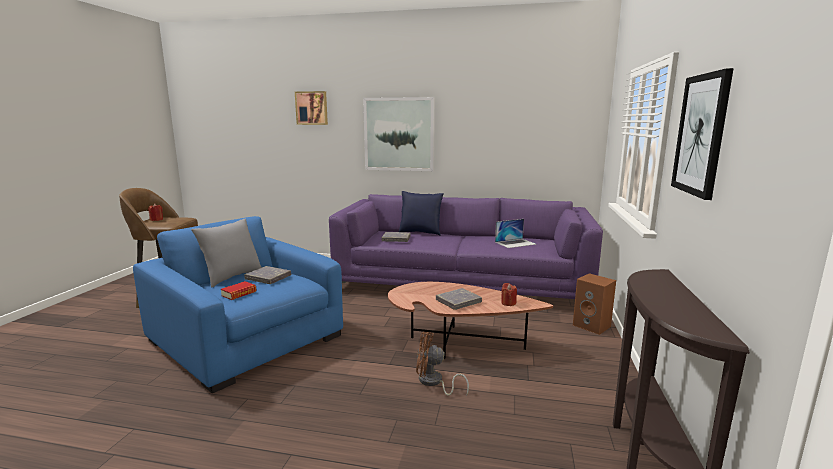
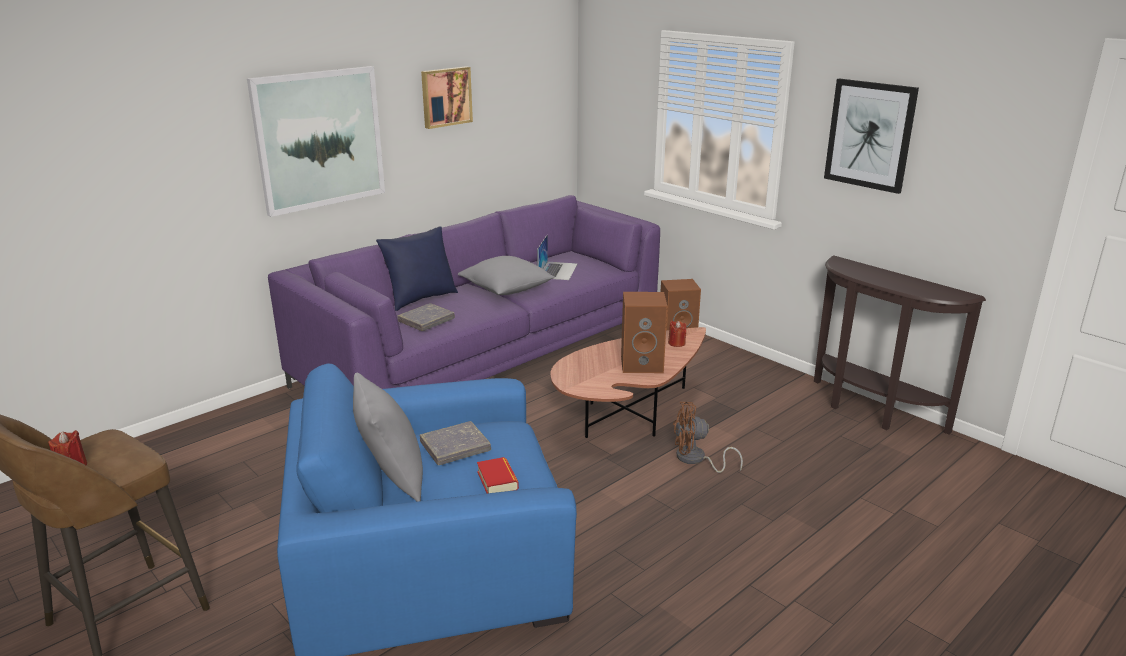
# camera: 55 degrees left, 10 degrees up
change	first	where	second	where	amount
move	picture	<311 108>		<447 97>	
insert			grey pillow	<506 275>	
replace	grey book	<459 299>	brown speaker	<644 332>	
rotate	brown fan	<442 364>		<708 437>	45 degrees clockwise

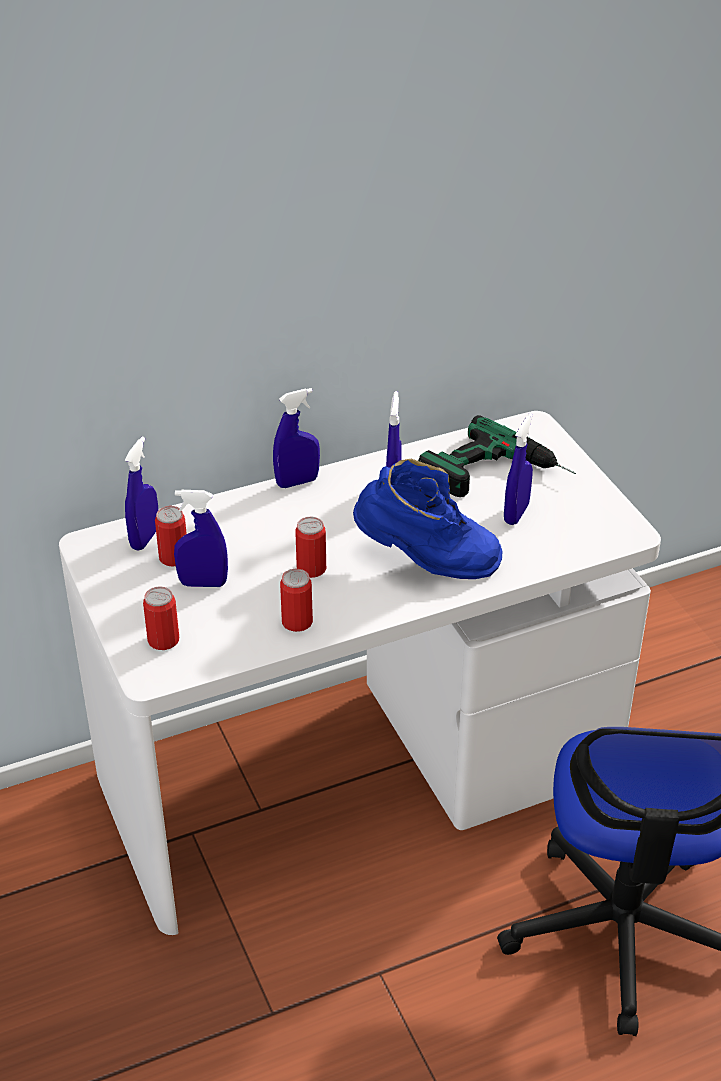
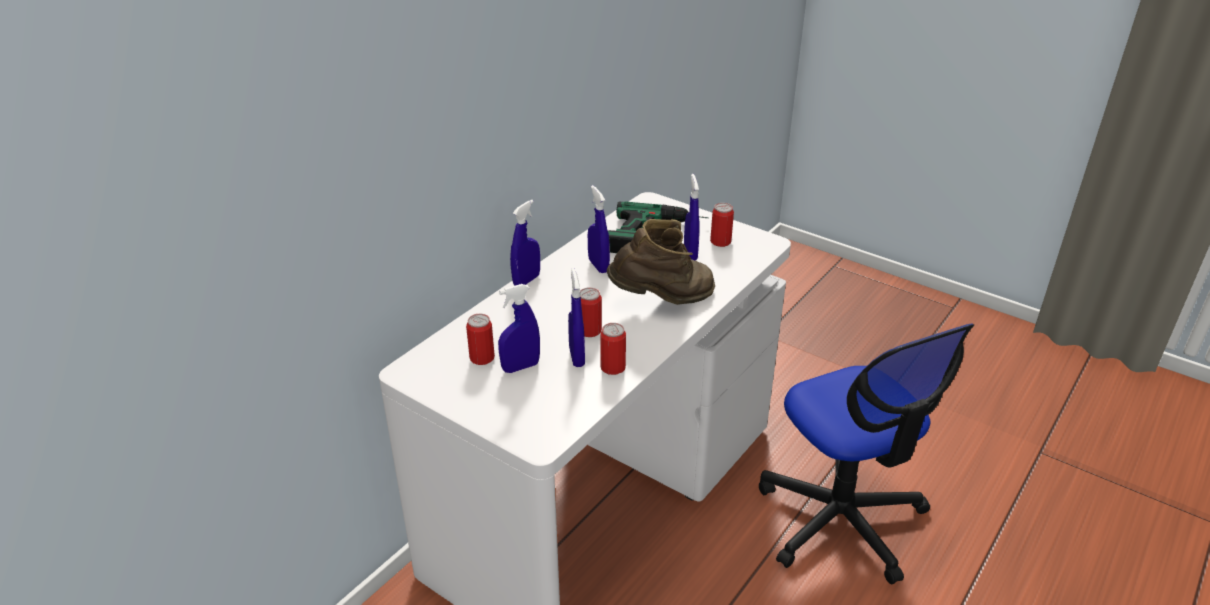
# camera: 30 degrees left, 5 degrees down
change	first	where	second	where	amount
move	blue spray bottle	<141 493>		<576 317>	
recolor	blue boot	<427 519>	brown boot	<661 262>	
move	can	<161 618>		<722 225>	

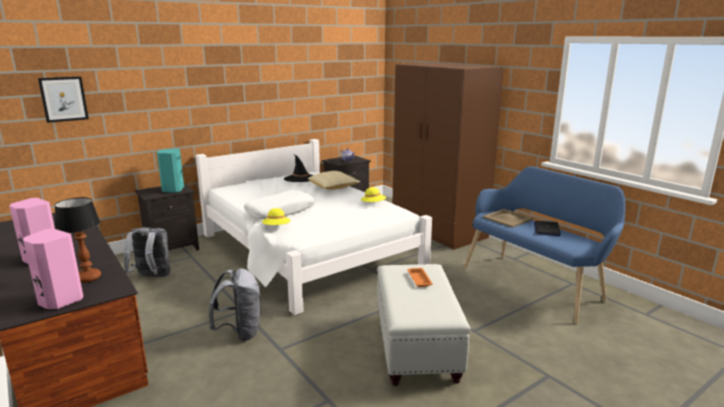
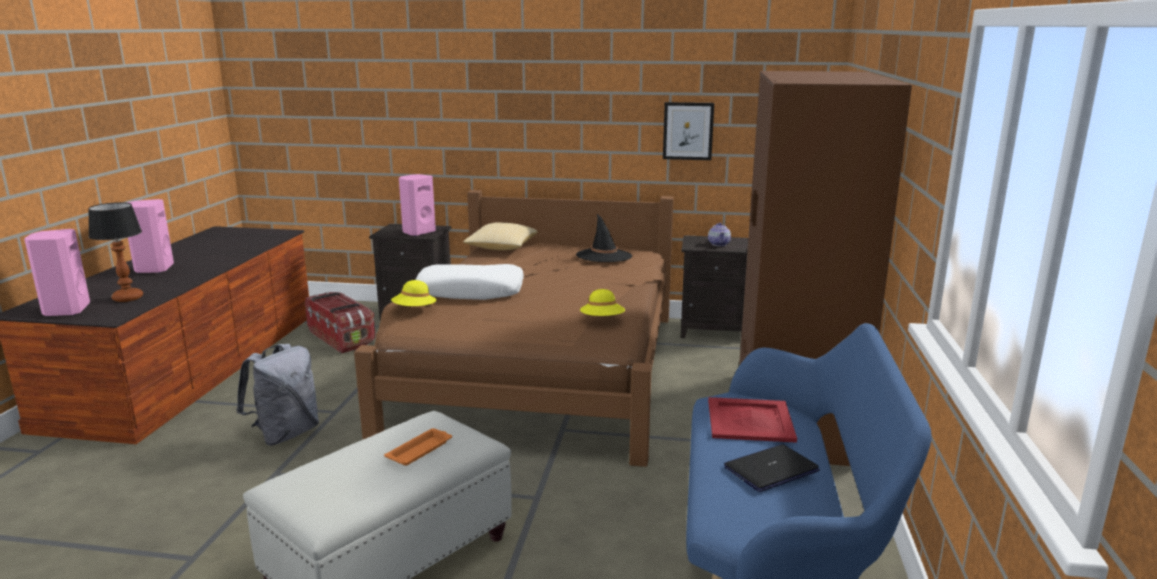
# camera: 45 degrees right, 0 degrees up
change	first	where	second	where	amount
replace	grey backpack	<147 252>	storage box	<340 322>	
recolor	white bed	<314 227>	brown bed	<514 328>	
recolor	turquoise speaker	<170 171>	pink speaker	<417 205>	
move	pillow	<334 180>		<500 236>	
move	picture	<63 99>		<688 131>	
recolor	beige tray	<508 218>	red tray	<752 420>	

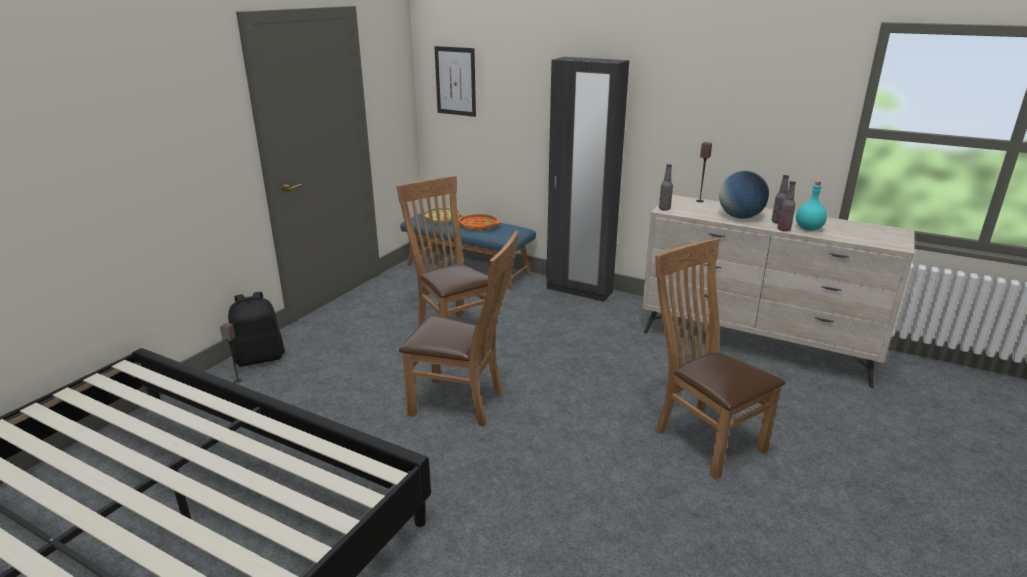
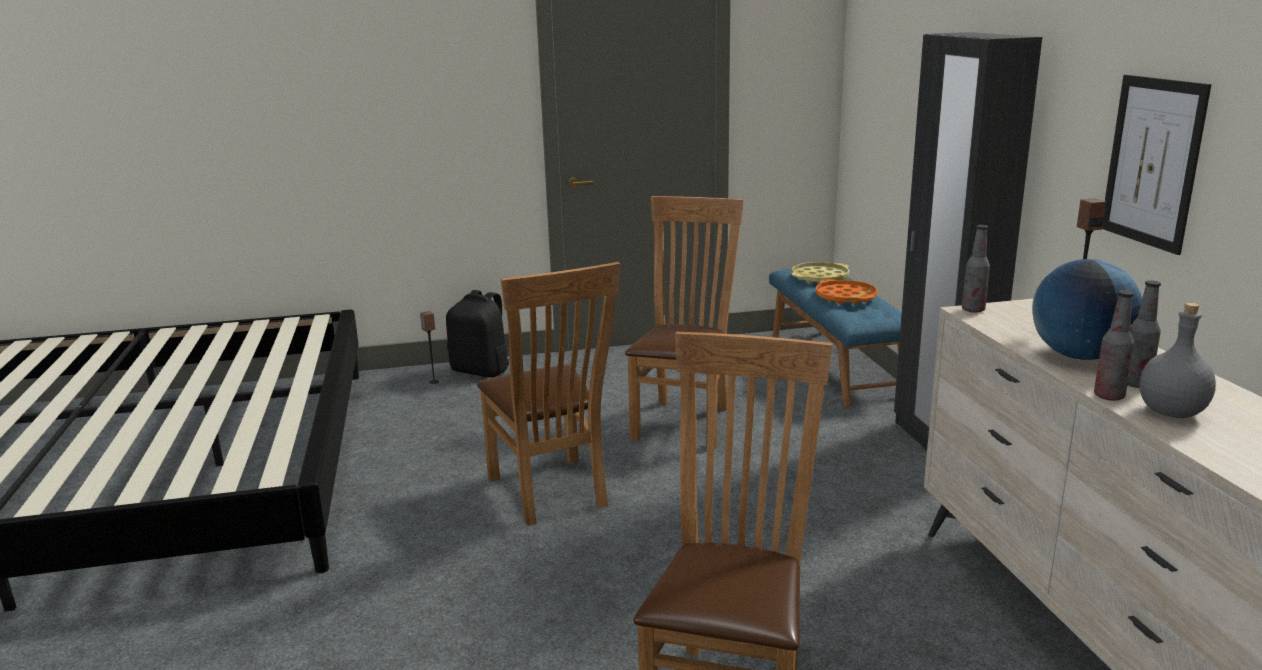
# camera: 50 degrees right, 5 degrees down
change	first	where	second	where	amount
move	picture	<455 81>		<1156 165>	
recolor	turquoise bottle	<811 206>	grey bottle	<1177 360>	

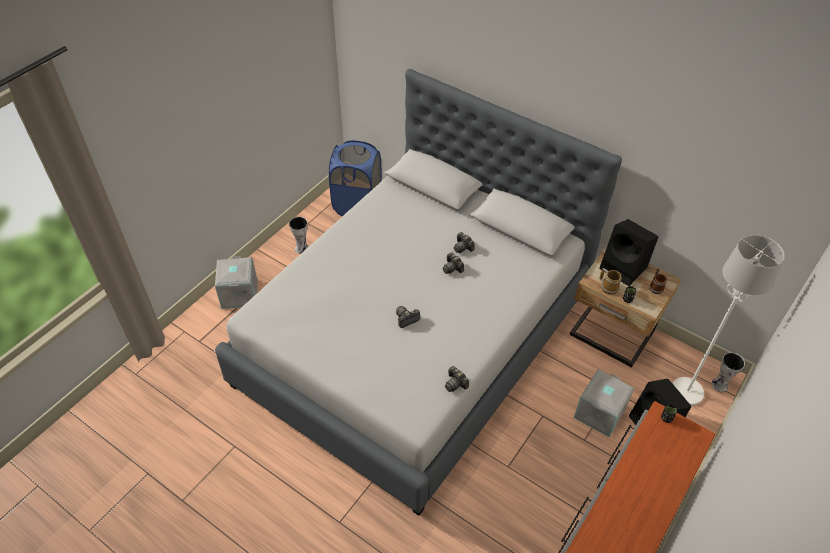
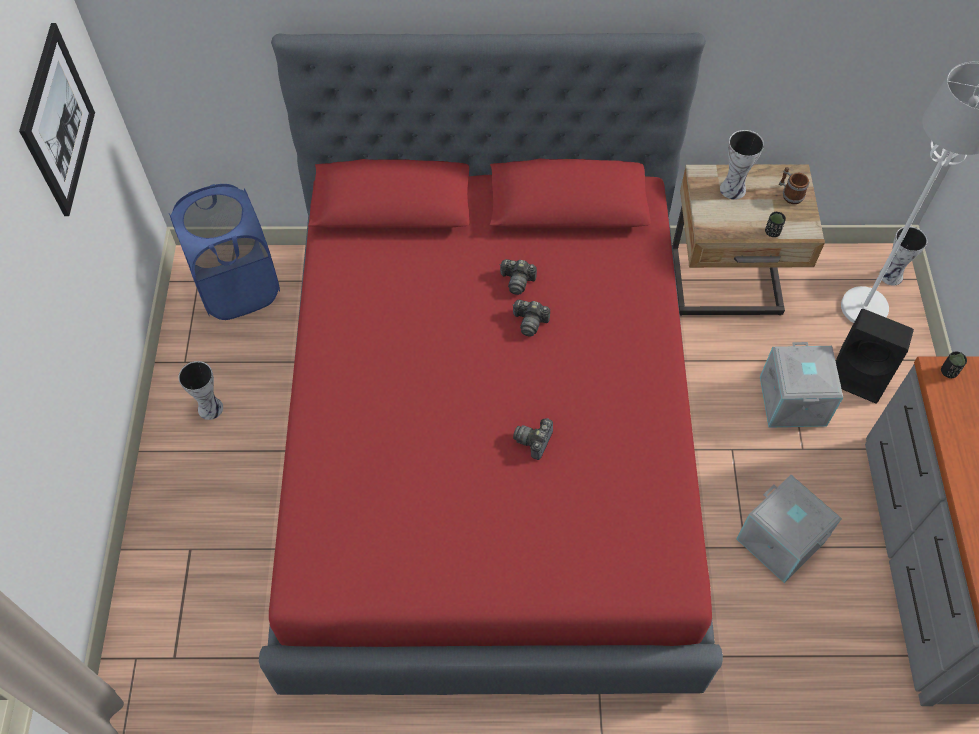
# camera: 35 degrees left, 10 degrees up
change	first	where	second	where	amount
insert			picture	<57 119>	
recolor	grey bed	<418 292>	red bed	<491 363>	
replace	black speaker	<628 252>	vase	<742 165>	
move	grey storage box	<236 282>		<789 529>	
delete	photo camera	<457 379>			
delete	mug	<611 281>			

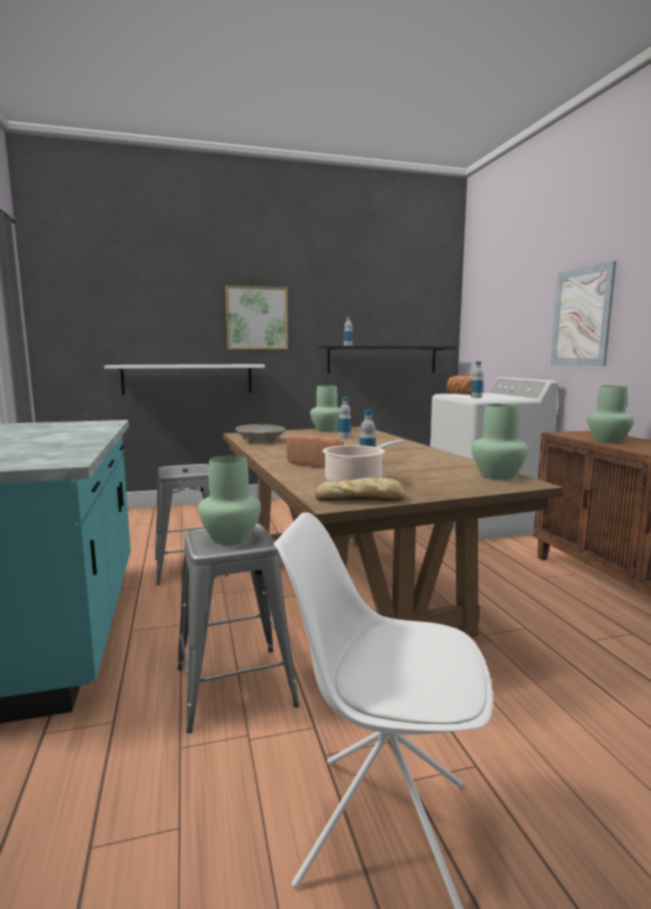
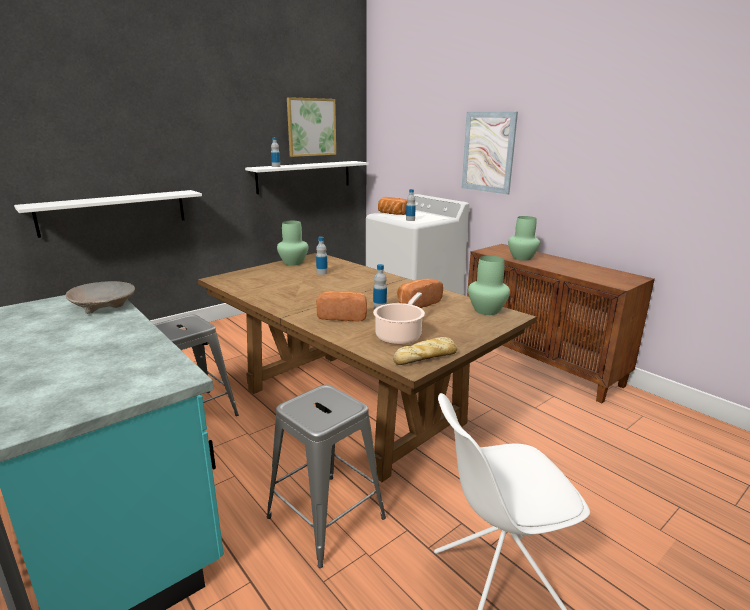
# camera: 25 degrees left, 10 degrees up
change	first	where	second	where	amount
move	beige bowl	<260 433>		<100 297>	
recolor	black shelf	<387 360>	white shelf	<306 177>	
move	picture	<256 317>		<311 127>	
insert			bread	<420 293>	
delete	green vase	<229 500>			

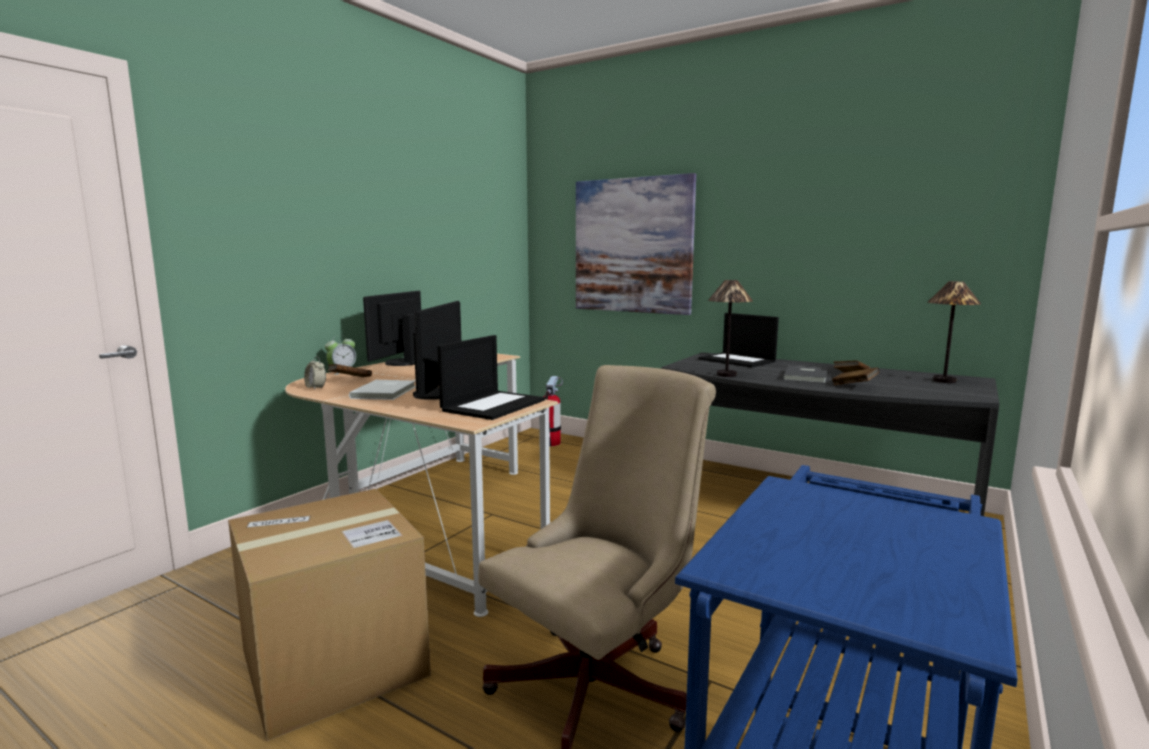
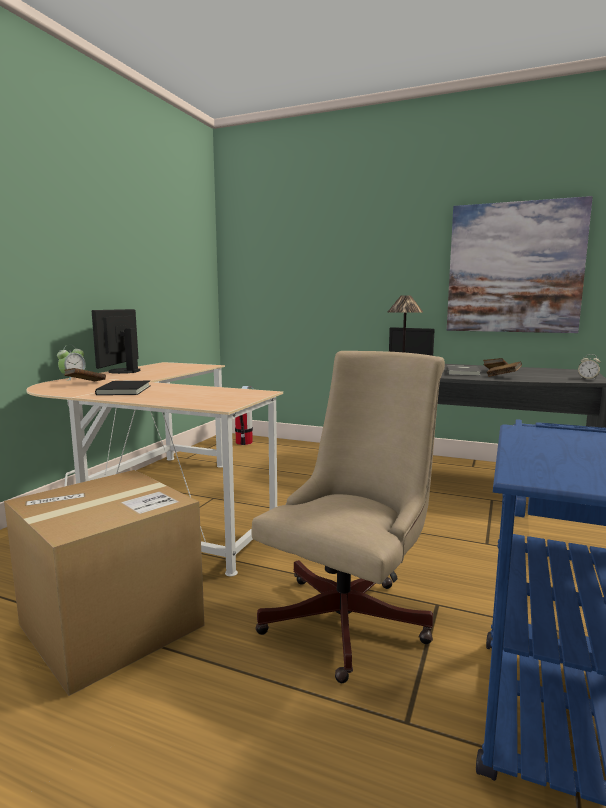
# camera: 10 degrees left, 0 degrees up
change	first	where	second	where	amount
recolor	white book	<382 390>	black book	<122 388>	
move	picture	<636 244>		<520 264>	
move	alarm clock	<315 372>		<589 366>	
delete	monitor	<437 350>			
delete	laptop	<491 377>			
delete	table lamp	<954 332>			

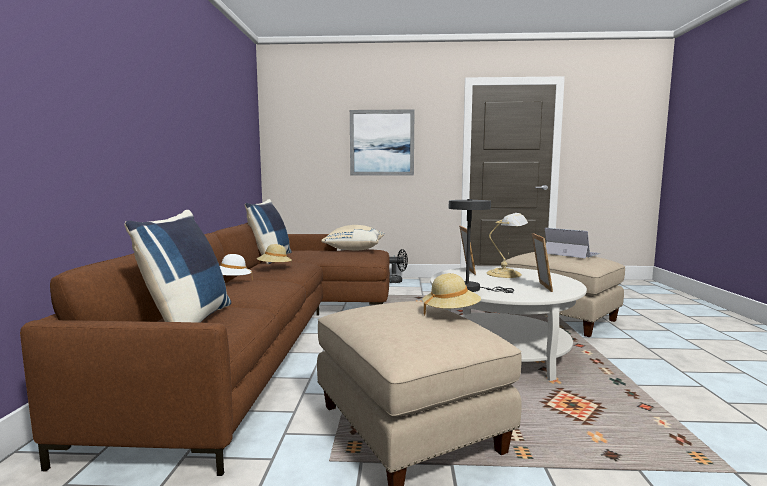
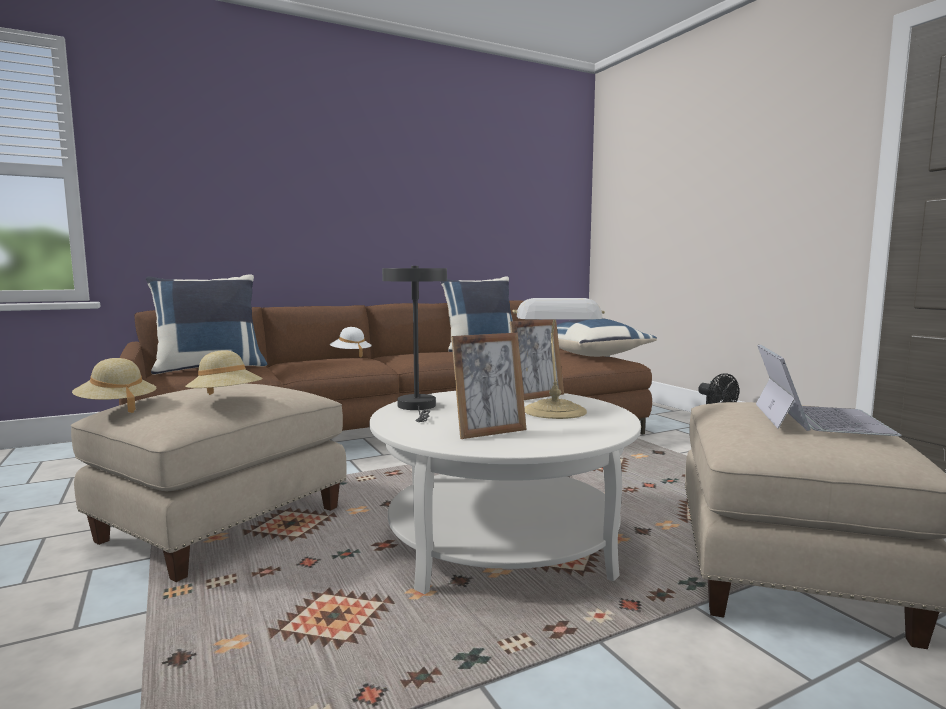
# camera: 60 degrees right, 0 degrees up
change	first	where	second	where	amount
move	beige hat	<274 253>		<114 385>	
recolor	beige pillow	<352 237>	blue pillow	<607 337>	
delete	picture	<382 142>			

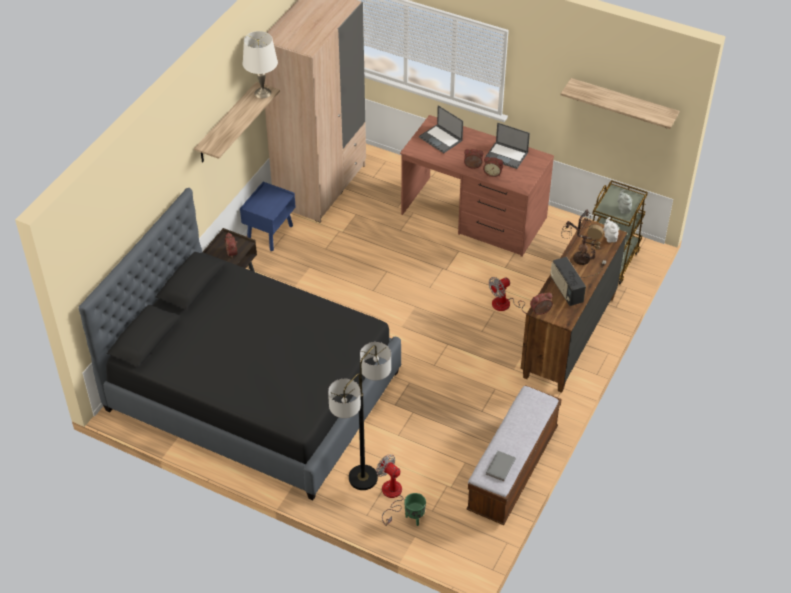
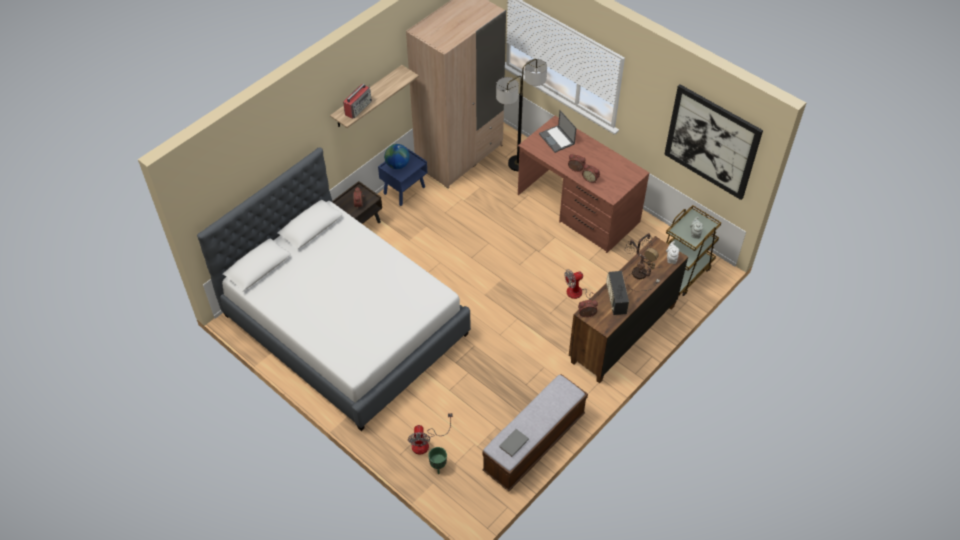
# camera: 15 degrees right, 5 degrees up
change	first	where	second	where	amount
recolor	black bed	<240 344>	white bed	<334 289>	
insert			radio	<357 101>	
insert			globe	<397 156>	
rotate	fan	<390 490>		<430 434>	150 degrees counterclockwise
move	floor lamp	<359 416>		<521 115>	
replace	shelf	<620 103>	picture	<713 142>	
delete	white table lamp	<260 64>			
delete	laptop	<507 146>			

